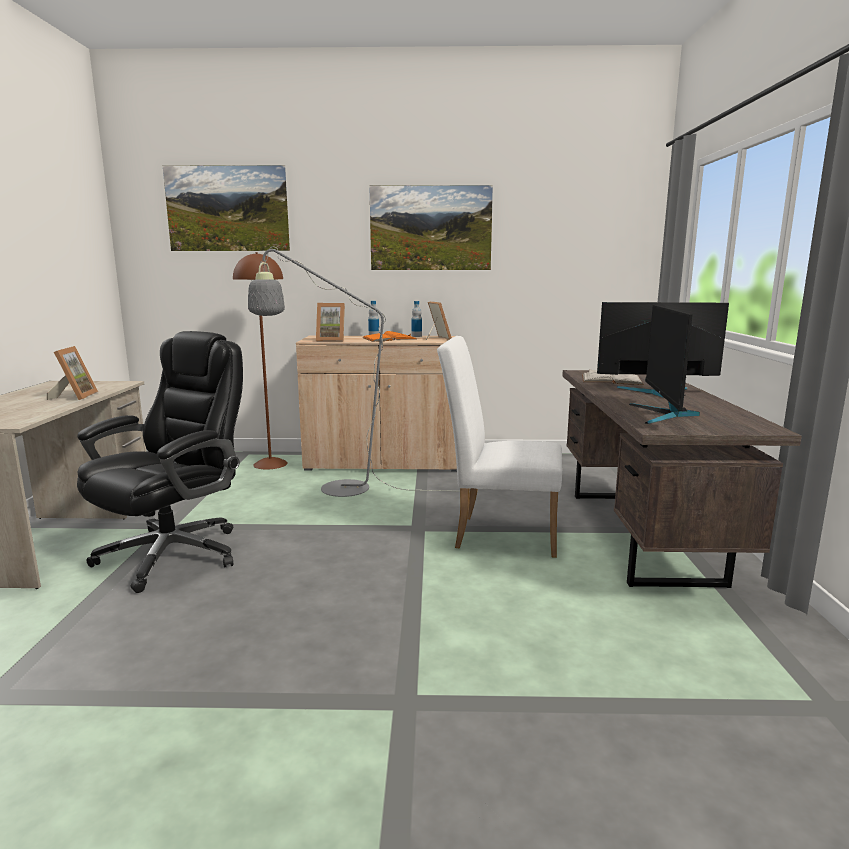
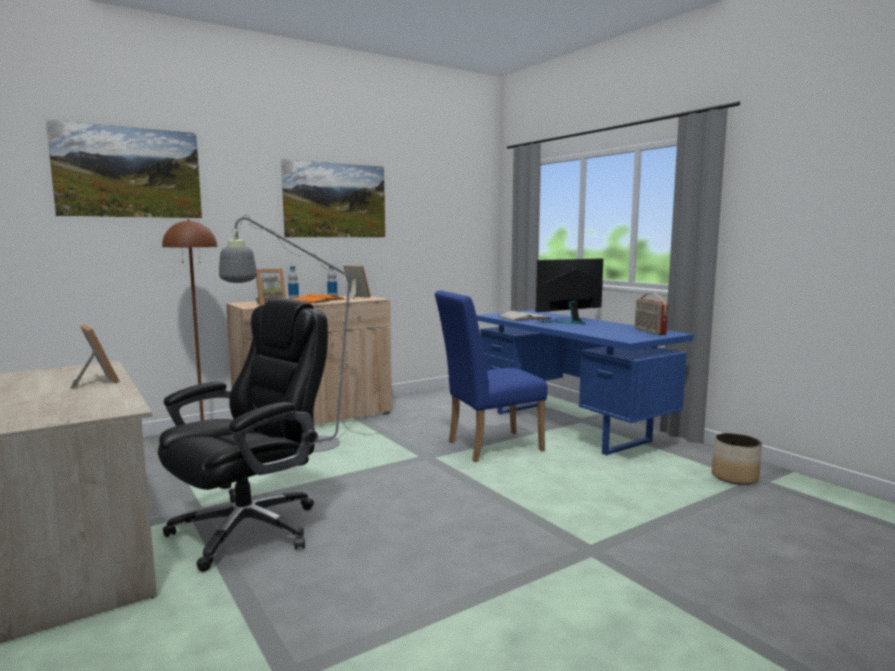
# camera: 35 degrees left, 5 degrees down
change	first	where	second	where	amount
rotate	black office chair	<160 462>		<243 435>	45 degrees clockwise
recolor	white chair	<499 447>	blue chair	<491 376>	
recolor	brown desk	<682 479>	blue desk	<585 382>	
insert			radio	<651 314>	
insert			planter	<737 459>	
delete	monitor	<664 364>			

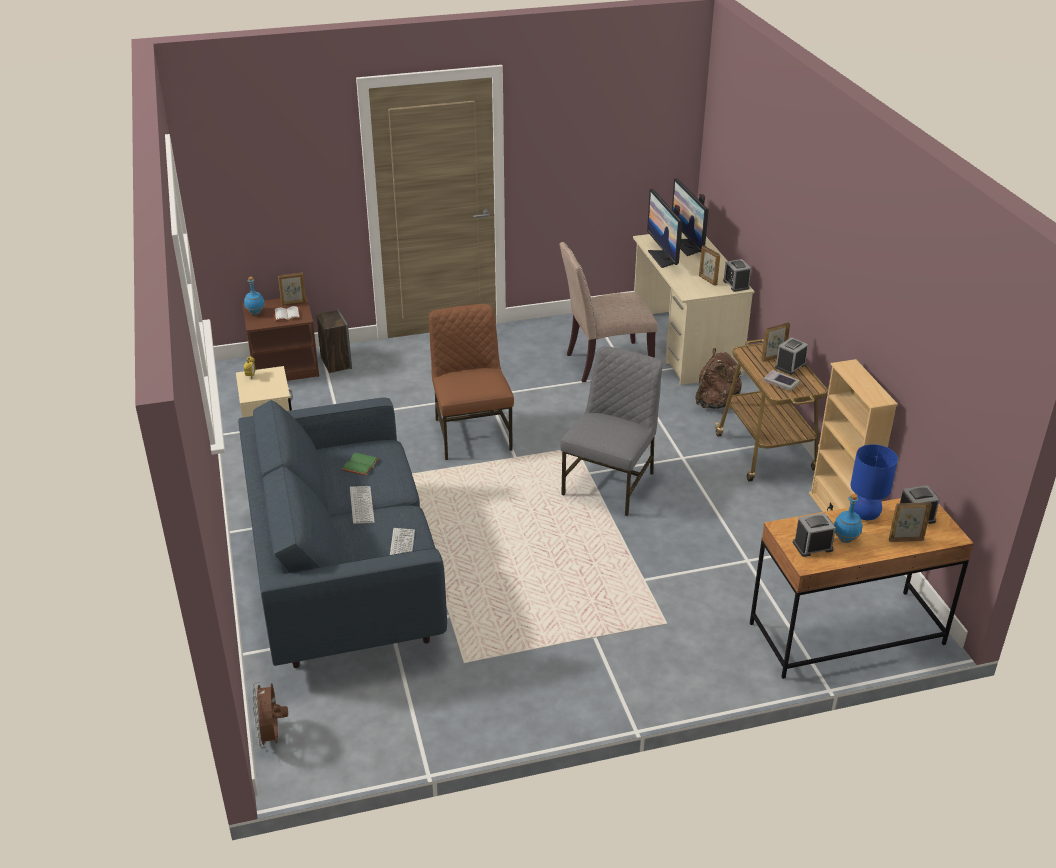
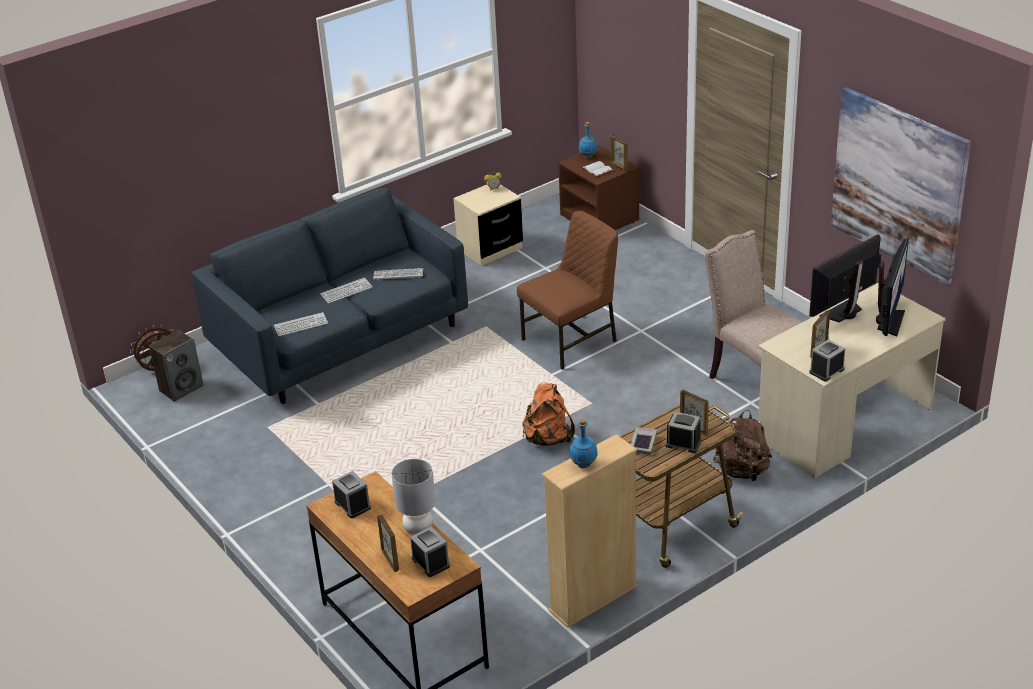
# camera: 70 degrees right, 0 degrees up
change	first	where	second	where	amount
move	speaker	<334 341>		<176 366>	
replace	green book	<361 464>	keyboard	<398 274>	
recolor	blue table lamp	<874 482>	grey table lamp	<413 497>	
replace	grey chair	<611 431>	orange backpack	<548 414>	
move	blue bottle	<848 518>		<583 443>	
insert			picture	<901 186>	
rotate	monitor	<690 217>		<892 287>	150 degrees clockwise

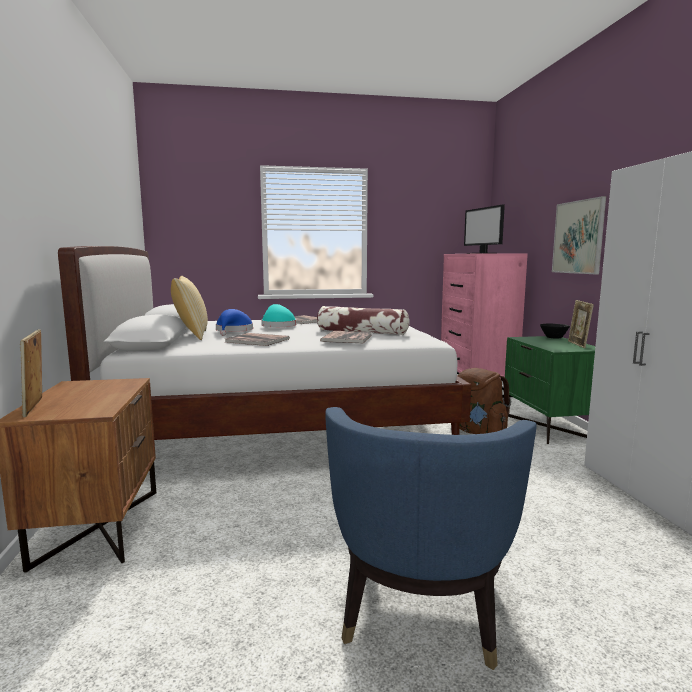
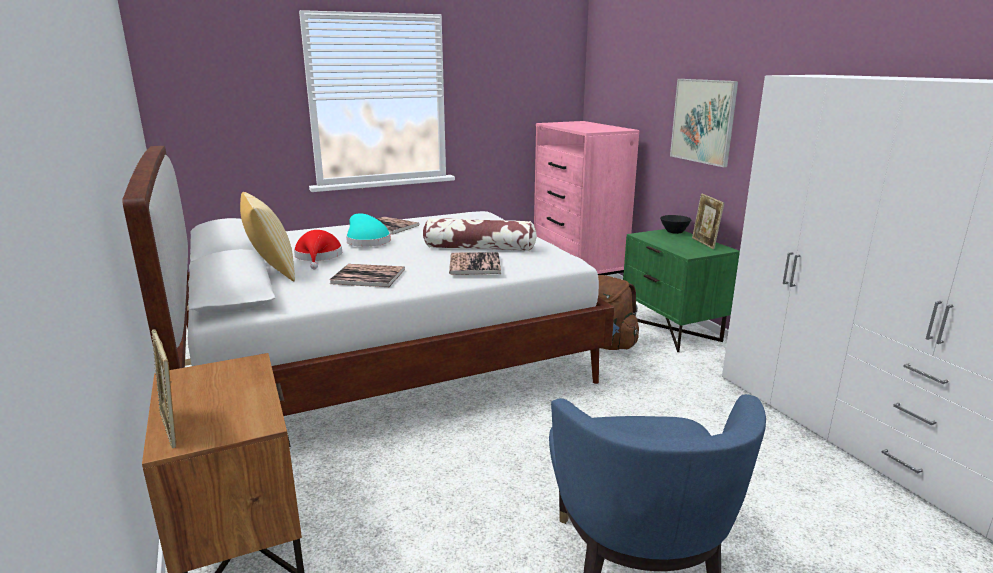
# camera: 15 degrees left, 10 degrees up
change	first	where	second	where	amount
recolor	blue hat	<234 322>	red hat	<318 249>	
delete	monitor	<484 229>			

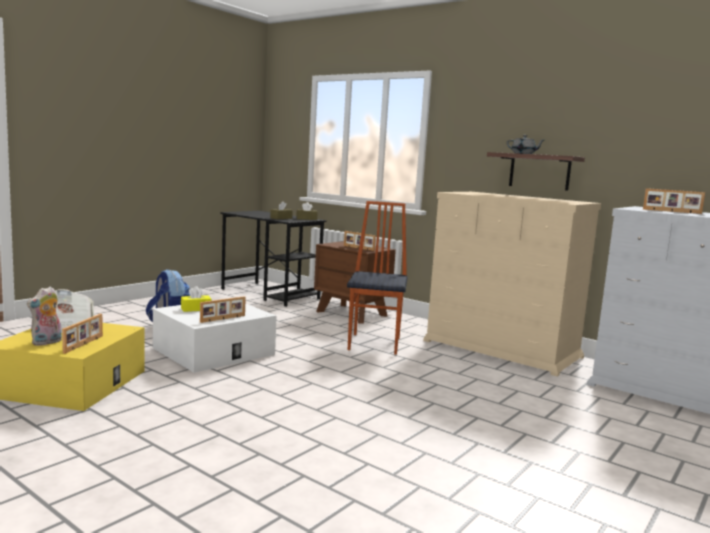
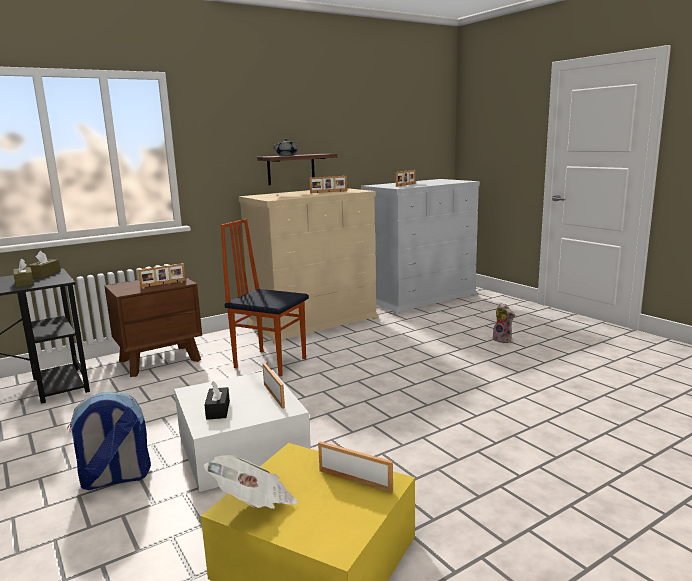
# camera: 70 degrees left, 5 degrees up
change	first	where	second	where	amount
recolor	yellow tissue box	<196 299>	black tissue box	<217 400>	
insert			picture frame	<328 184>	
move	plush toy	<44 316>		<504 323>	

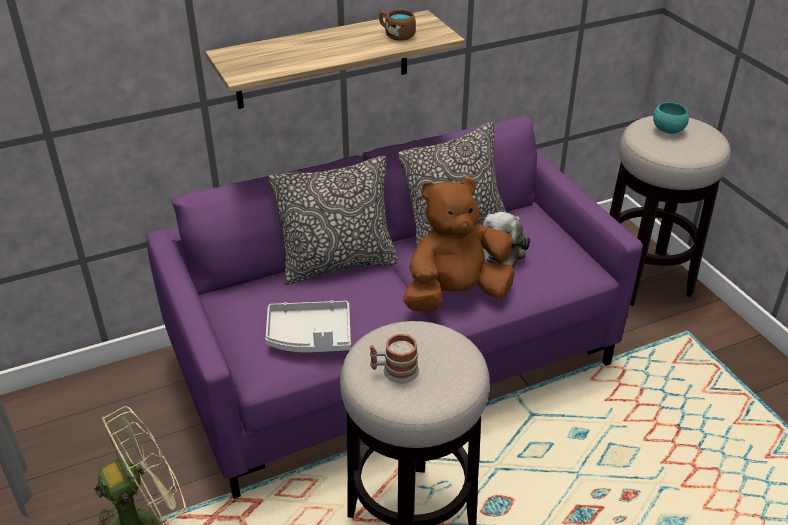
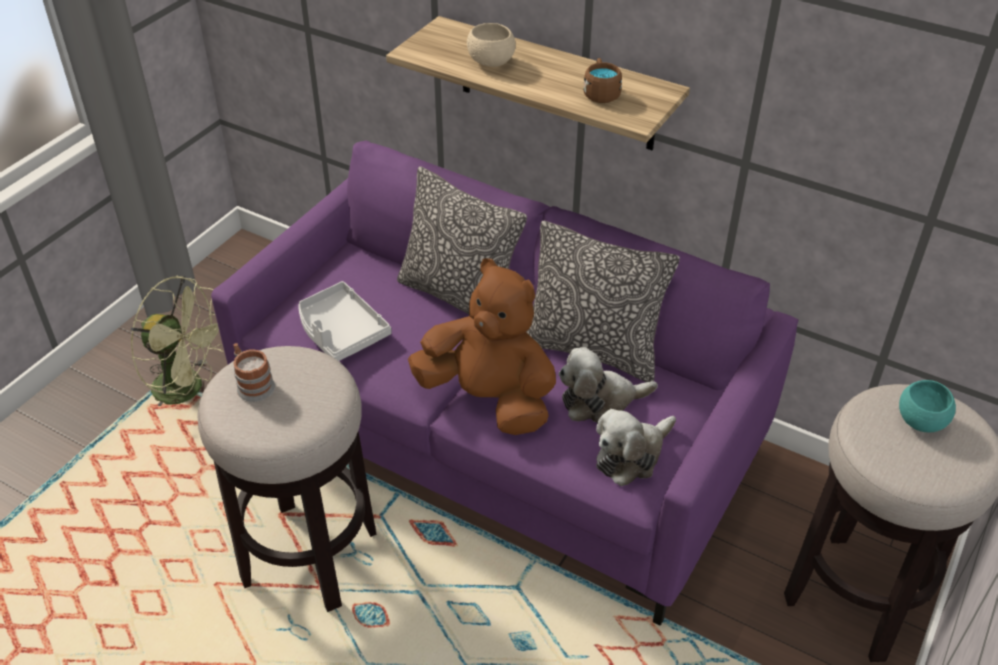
# camera: 55 degrees right, 5 degrees up
change	first	where	second	where	amount
insert			beige bowl	<491 45>	
insert			plush toy	<636 447>	

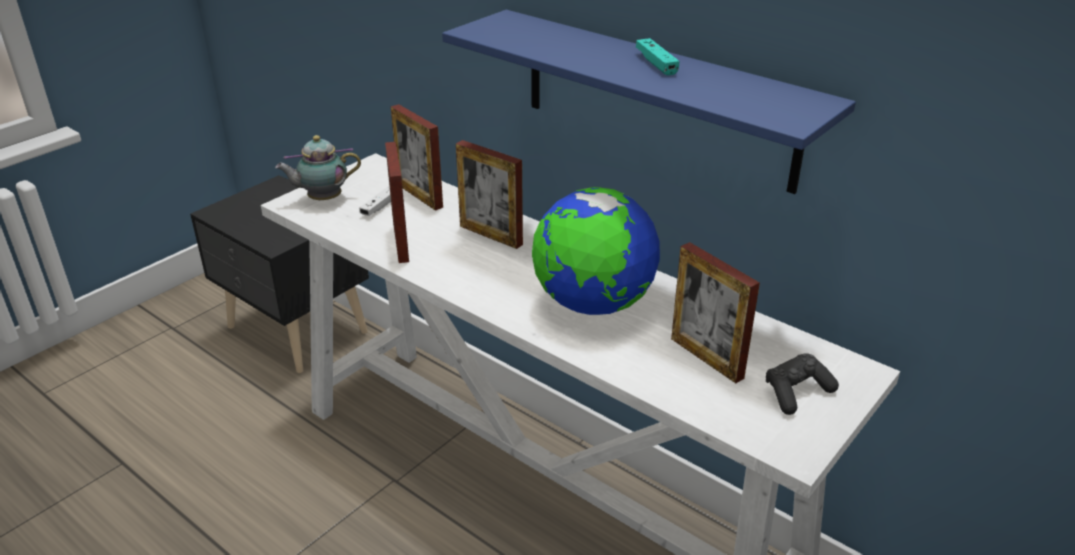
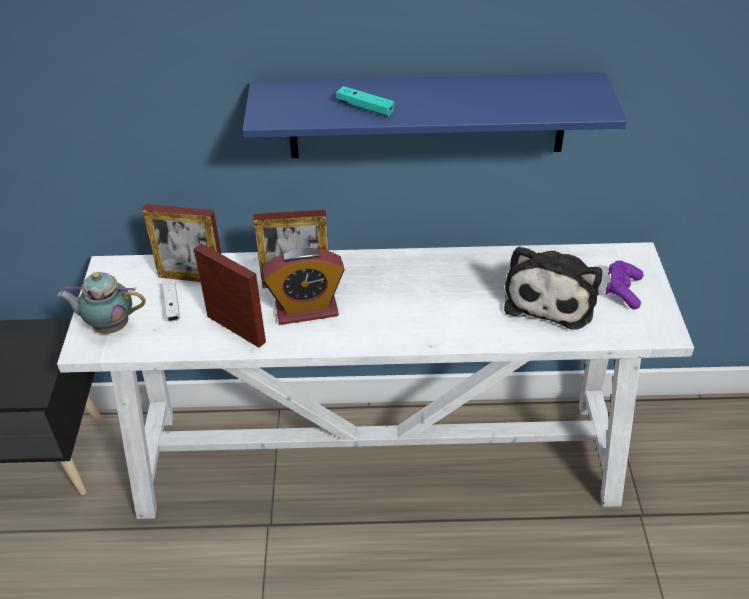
# camera: 40 degrees left, 10 degrees up
change	first	where	second	where	amount
rotate	teapot	<318 167>		<101 303>	60 degrees clockwise
insert			alarm clock	<303 286>	
move	turquoise game controller	<657 57>		<365 101>	
replace	picture frame	<715 312>	plush toy	<553 288>	
recolor	black game controller	<802 384>	purple game controller	<624 284>	
delete	globe	<596 251>			

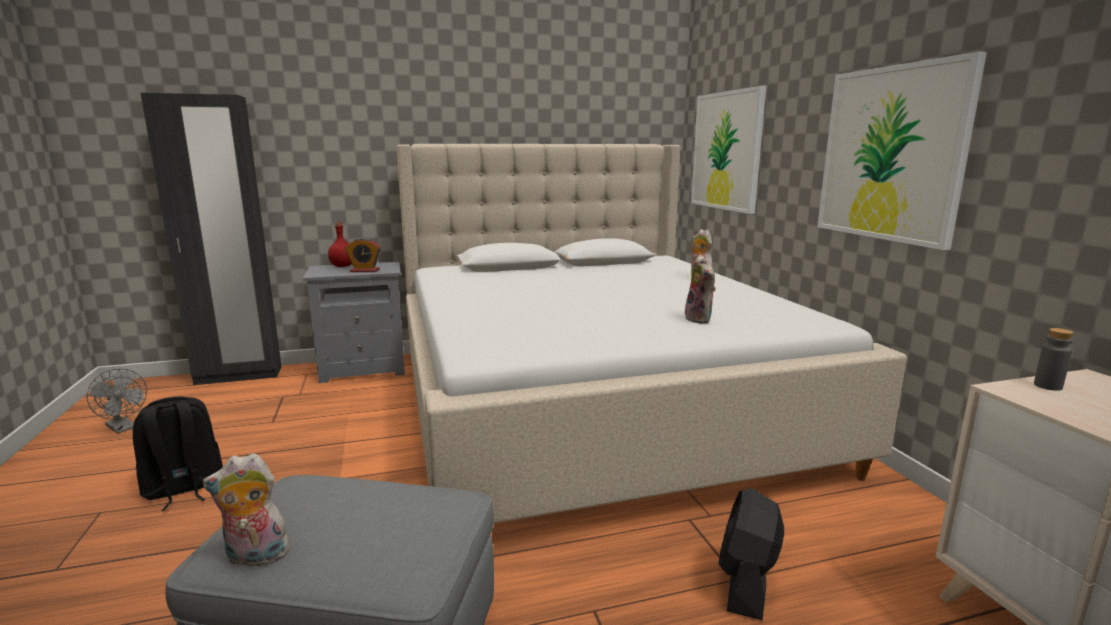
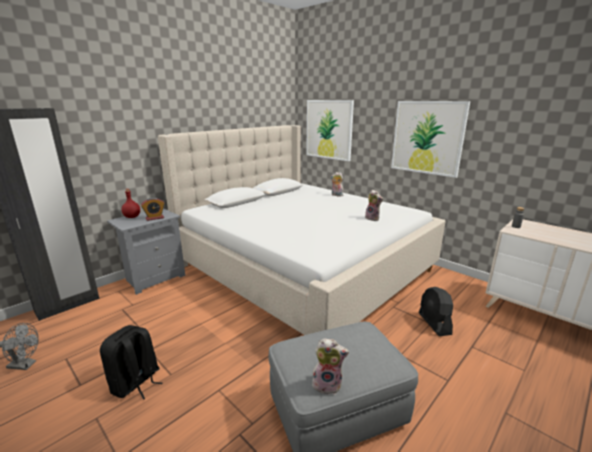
# camera: 30 degrees left, 5 degrees up
change	first	where	second	where	amount
rotate	plush toy	<248 510>		<330 366>	135 degrees counterclockwise

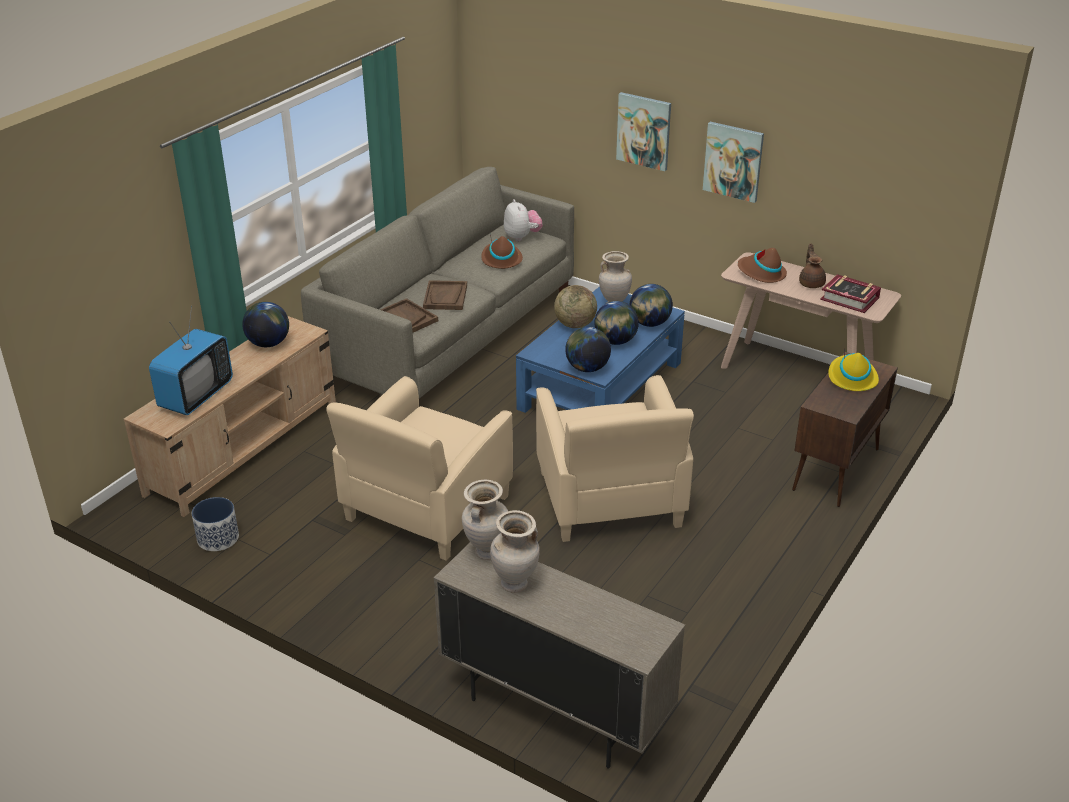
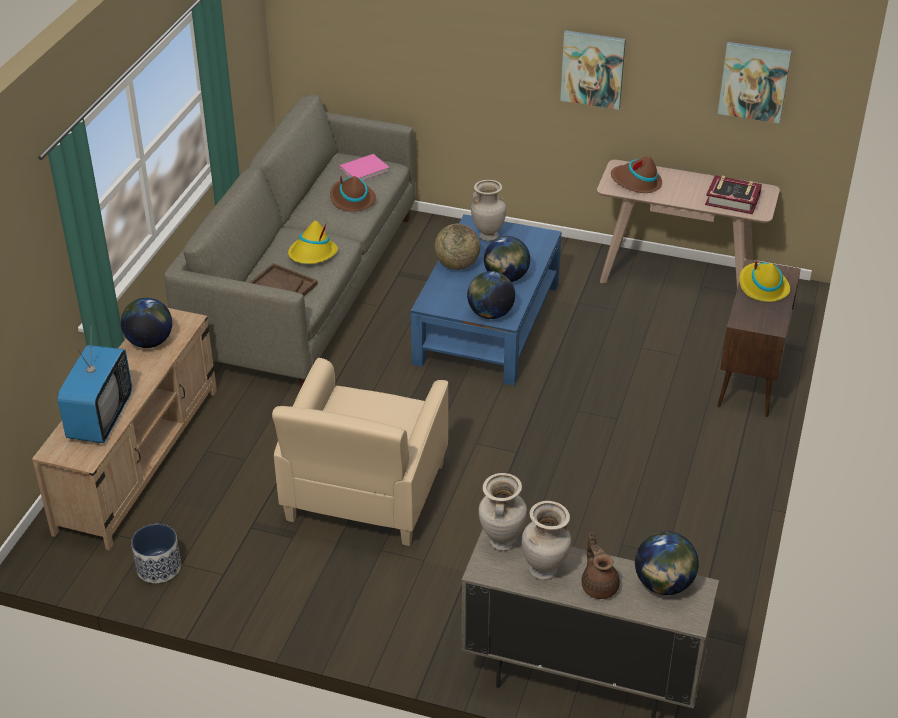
# camera: 15 degrees left, 5 degrees up
change	first	where	second	where	amount
replace	brown tray	<445 295>	yellow hat	<313 242>	
replace	plush toy	<523 220>	pink book	<364 167>	
move	brown teapot	<812 265>		<600 566>	
move	globe	<651 305>		<667 563>	
move	picture	<643 131>		<755 82>	
delete	beige armchair	<615 458>			

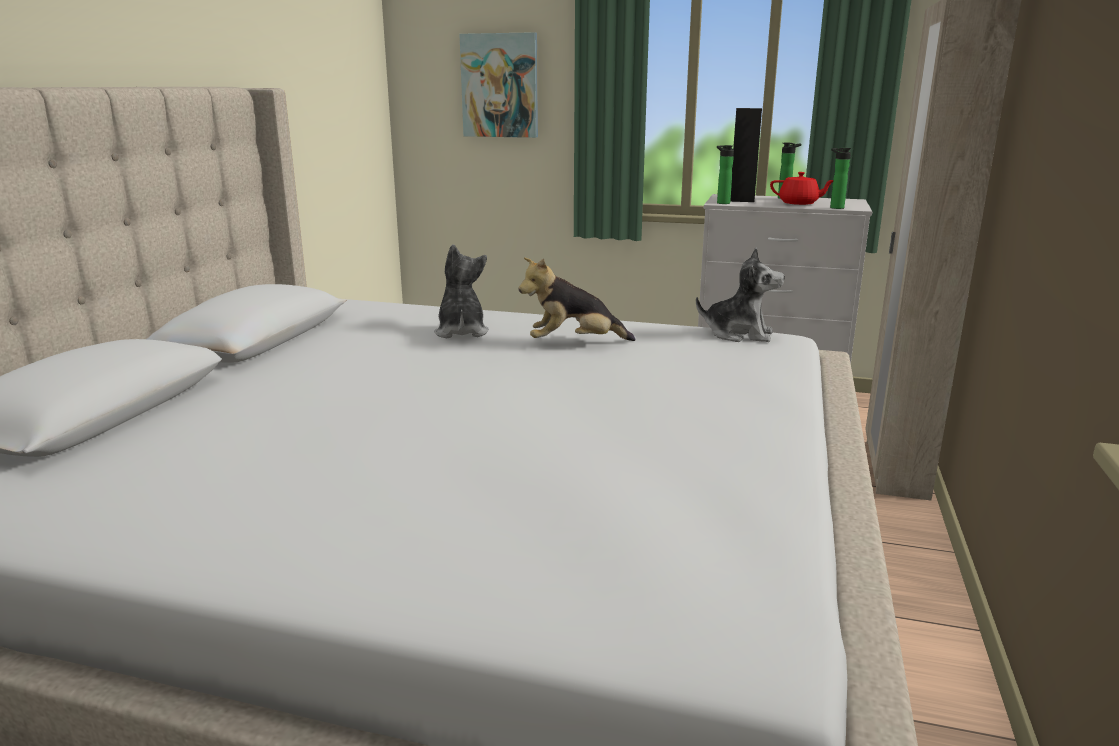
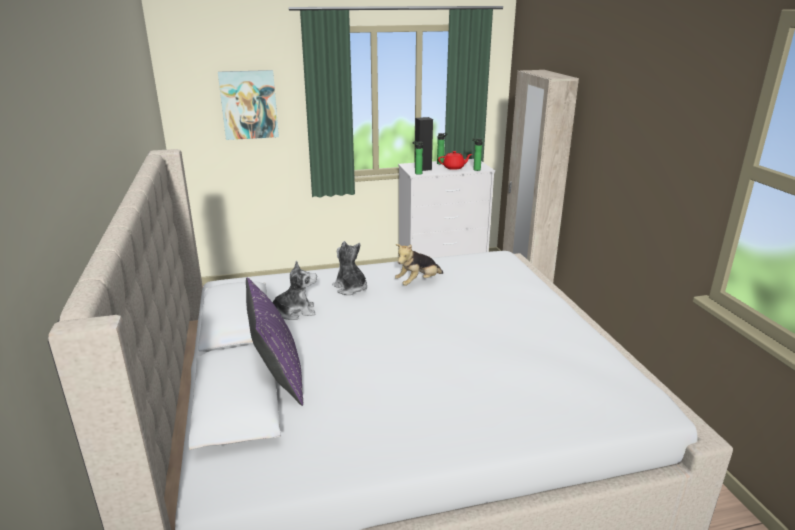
# camera: 30 degrees left, 5 degrees up
change	first	where	second	where	amount
insert			purple pillow	<274 341>	
move	plush toy	<740 295>		<294 290>	

